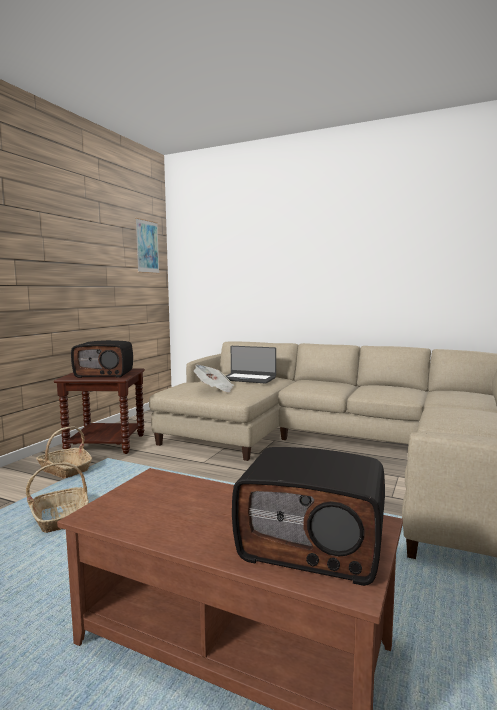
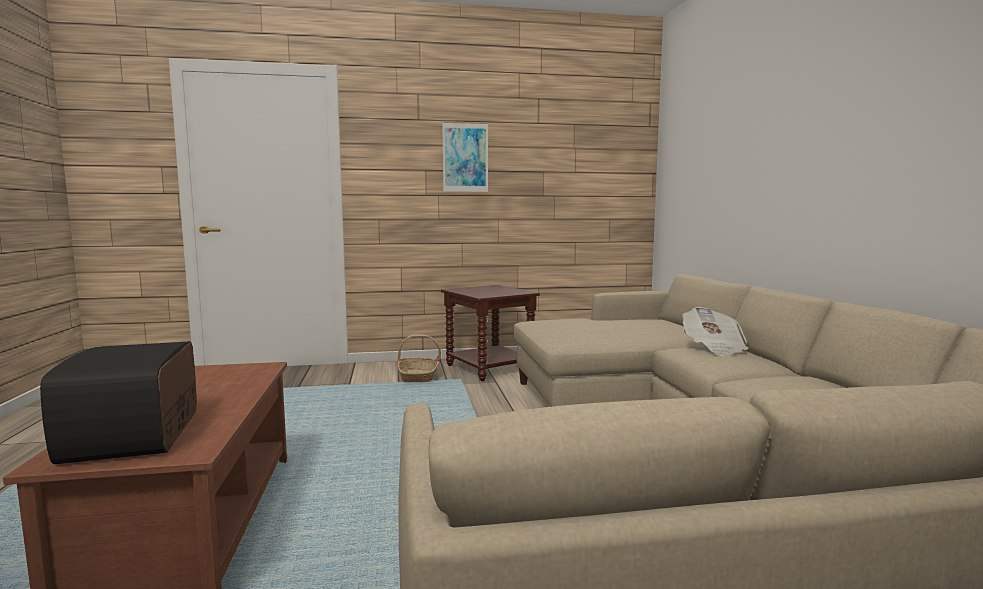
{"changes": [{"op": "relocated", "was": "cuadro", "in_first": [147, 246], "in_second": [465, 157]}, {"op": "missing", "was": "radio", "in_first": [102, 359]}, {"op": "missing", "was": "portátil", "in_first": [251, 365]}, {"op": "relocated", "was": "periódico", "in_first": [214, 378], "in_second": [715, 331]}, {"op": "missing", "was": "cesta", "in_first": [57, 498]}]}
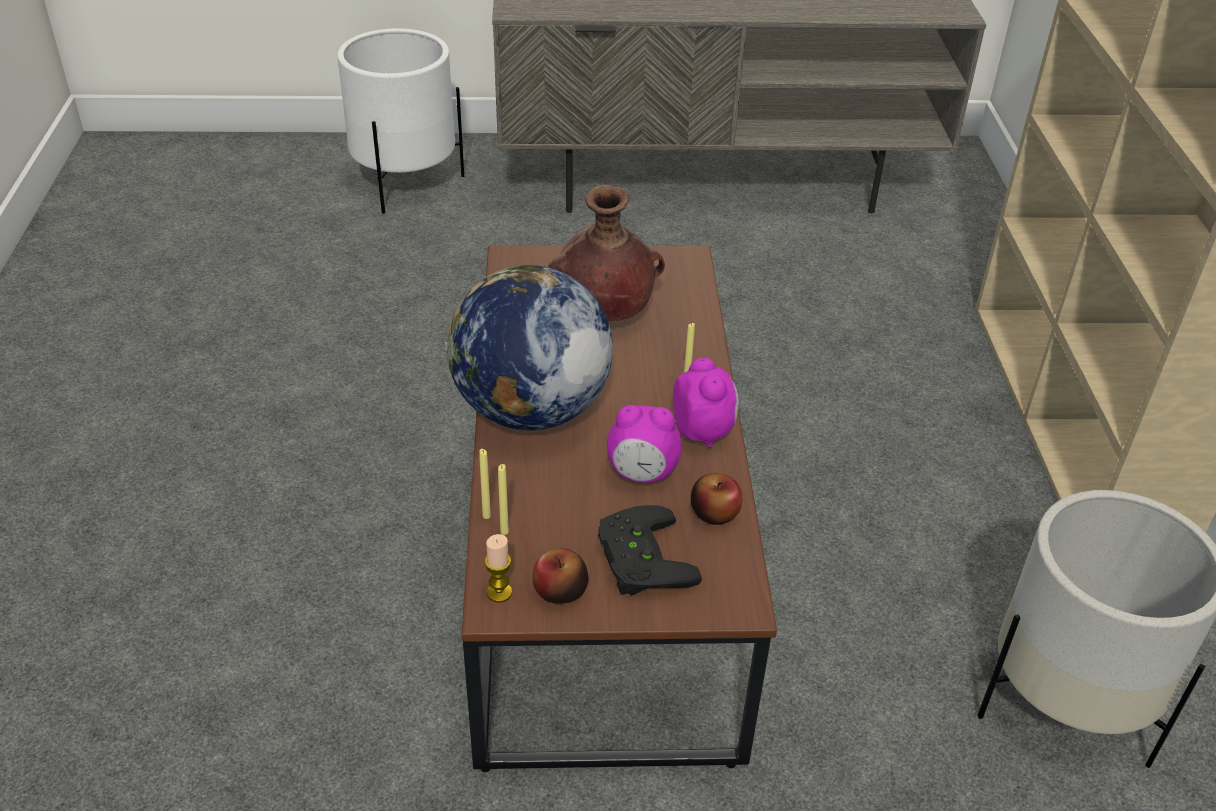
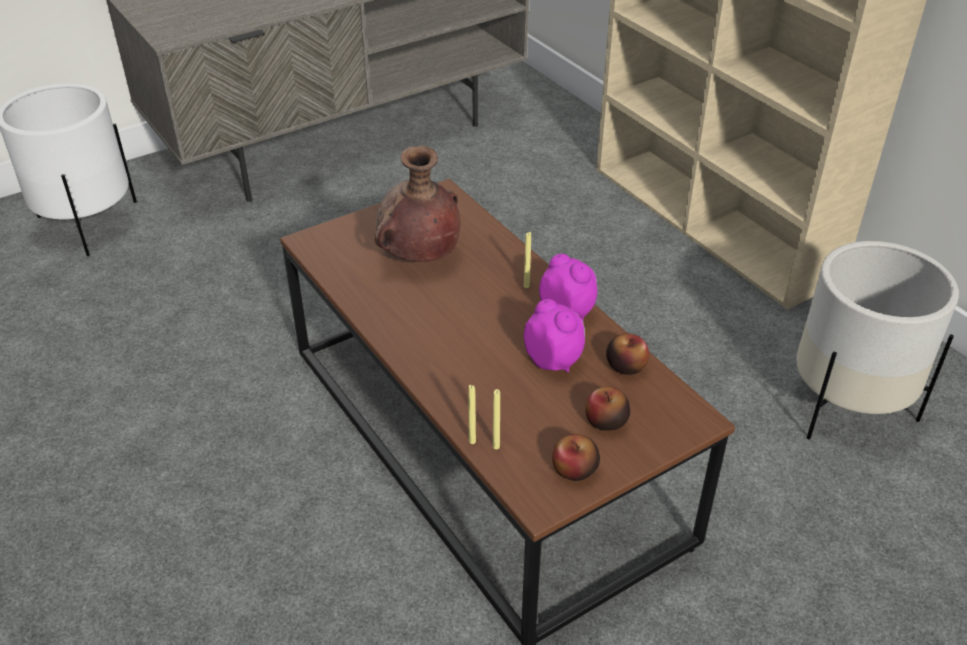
{"changes": [{"op": "missing", "was": "globo terráqueo", "in_first": [529, 347]}, {"op": "spun", "was": "despertador", "in_first": [644, 444], "in_second": [554, 336], "clockwise": -105}, {"op": "exchanged", "was": "mando de consola [negro]", "now": "manzana", "in_first": [650, 550], "in_second": [607, 409]}, {"op": "missing", "was": "vela", "in_first": [498, 568]}]}
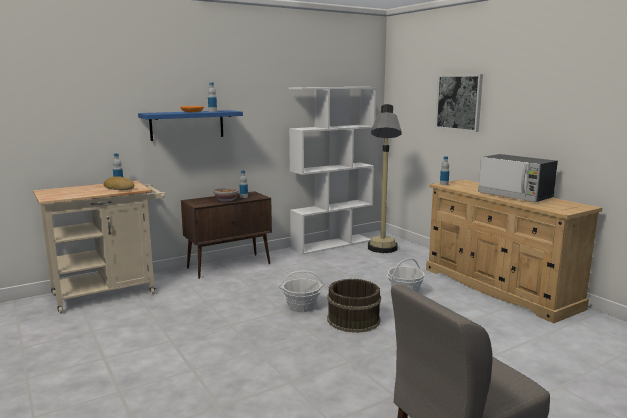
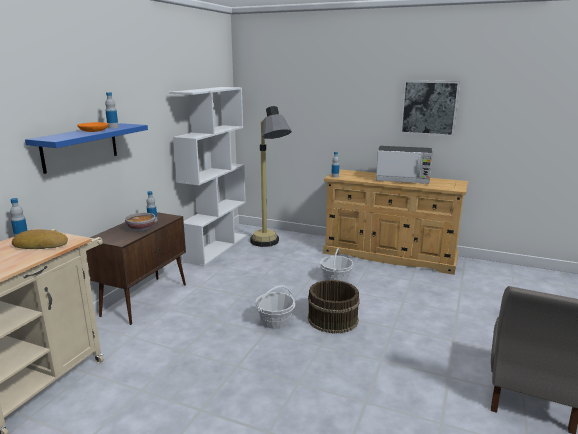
{"changes": [{"op": "relocated", "was": "cuadro", "in_first": [459, 103], "in_second": [430, 108]}]}
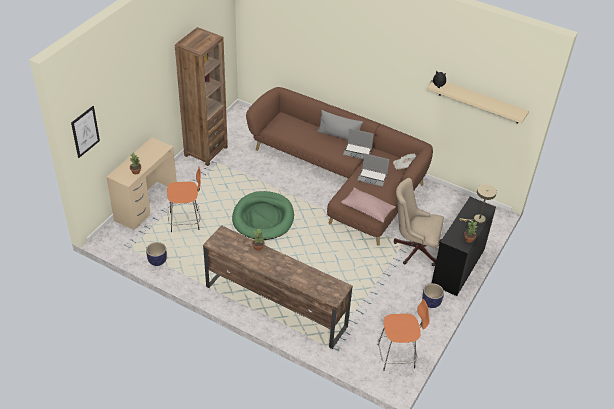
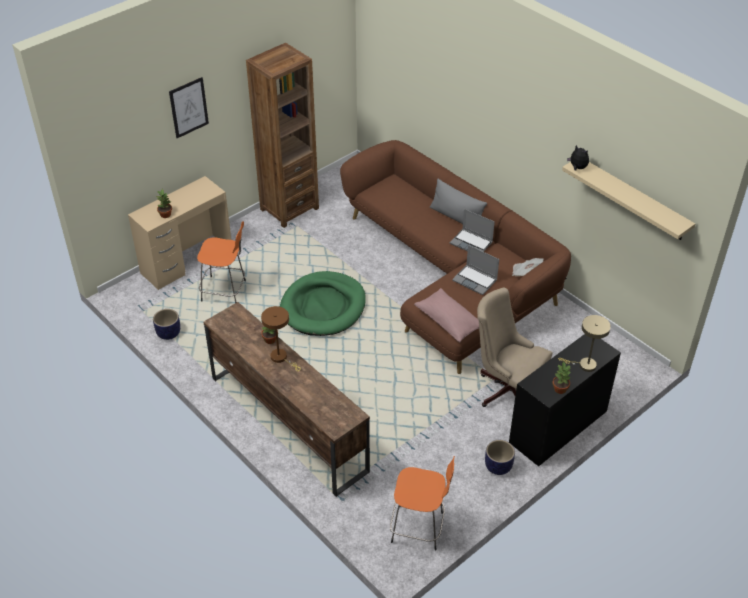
{"changes": [{"op": "relocated", "was": "cuadro", "in_first": [85, 132], "in_second": [189, 107]}, {"op": "appeared", "now": "lámpara de mesa [marrón]", "in_second": [281, 338]}]}
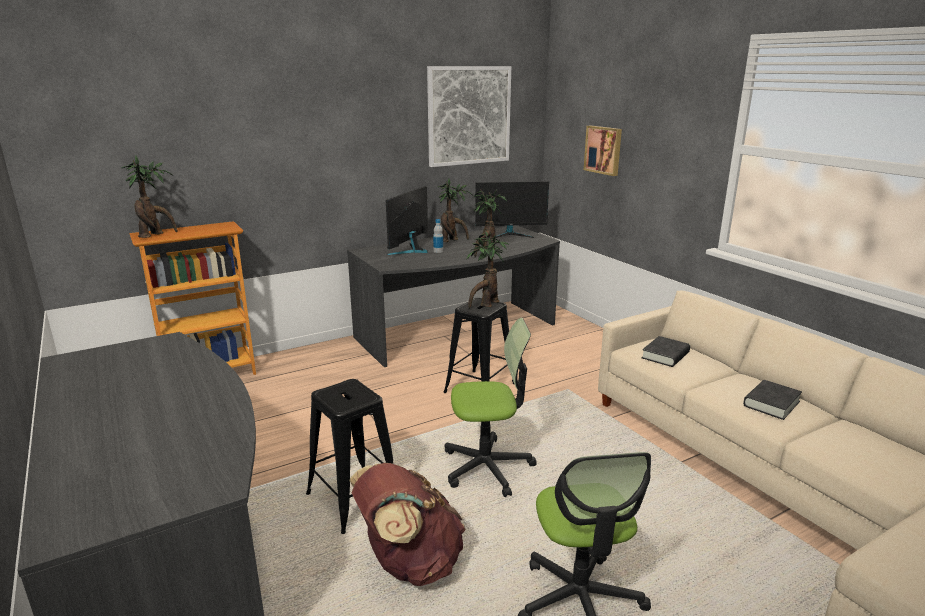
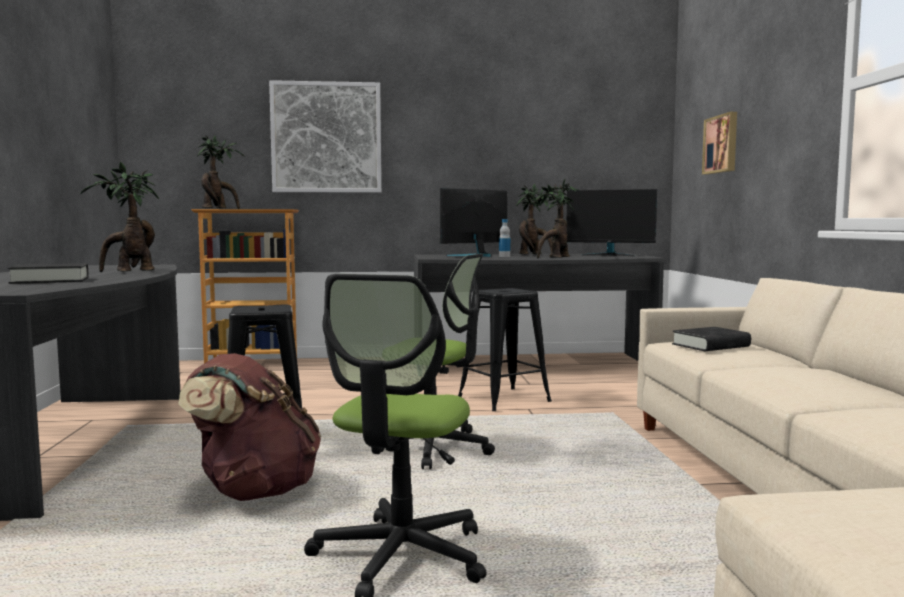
{"changes": [{"op": "relocated", "was": "cuadro", "in_first": [469, 116], "in_second": [325, 136]}, {"op": "relocated", "was": "planta en maceta", "in_first": [487, 269], "in_second": [119, 217]}, {"op": "relocated", "was": "libro [negro]", "in_first": [772, 400], "in_second": [48, 273]}]}
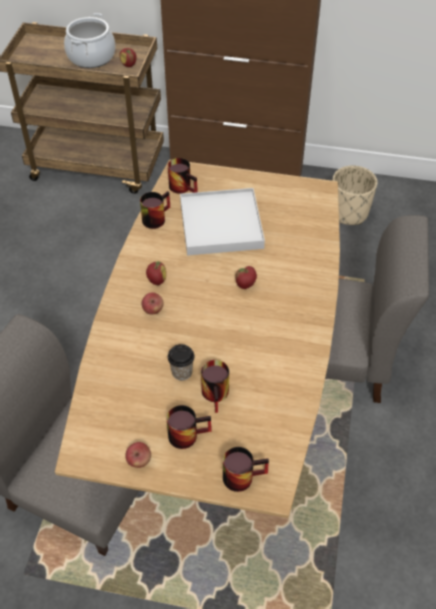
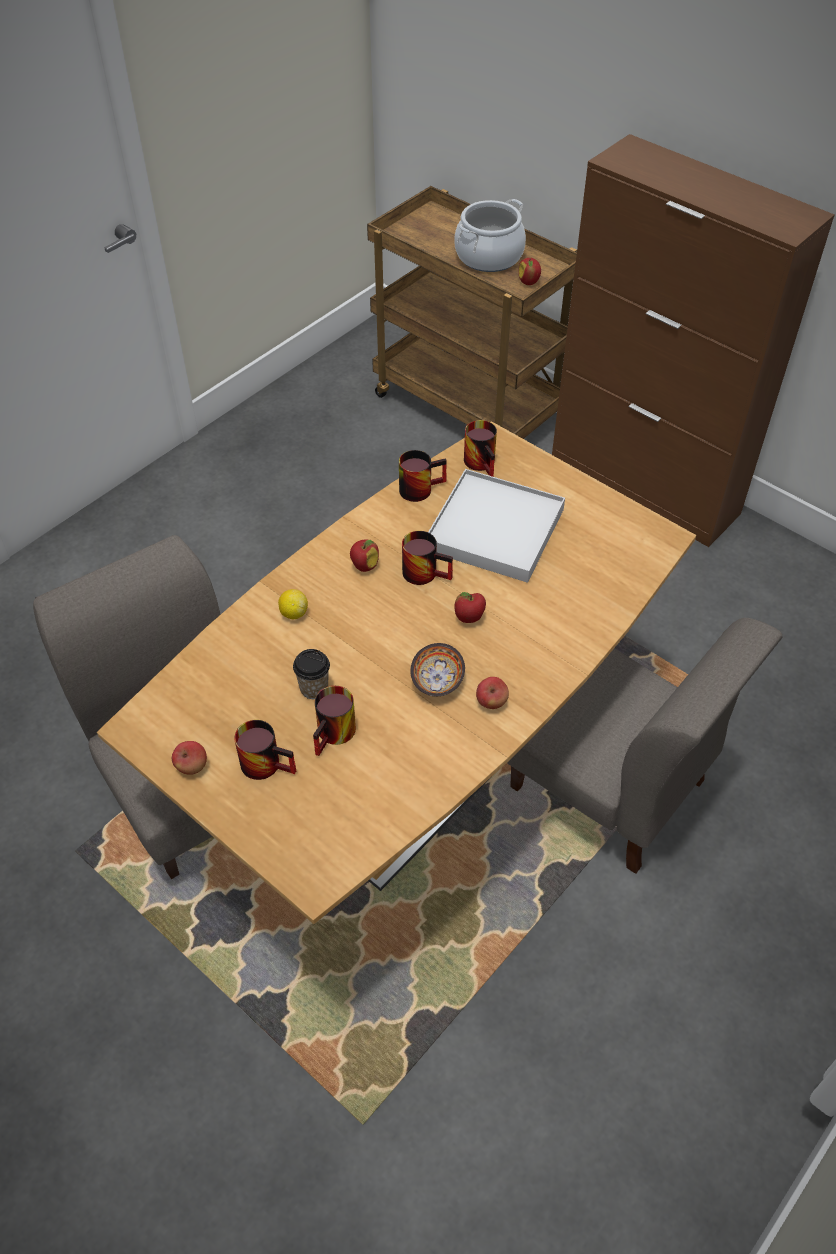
{"changes": [{"op": "missing", "was": "maceta [beis]", "in_first": [355, 195]}, {"op": "relocated", "was": "manzana", "in_first": [153, 303], "in_second": [492, 693]}, {"op": "relocated", "was": "taza grande", "in_first": [246, 469], "in_second": [427, 558]}, {"op": "appeared", "now": "limón", "in_second": [293, 604]}, {"op": "appeared", "now": "cuenco", "in_second": [437, 669]}]}
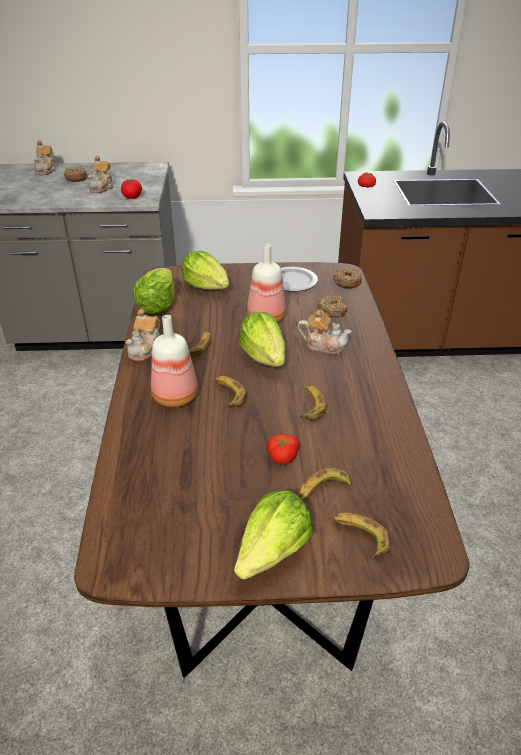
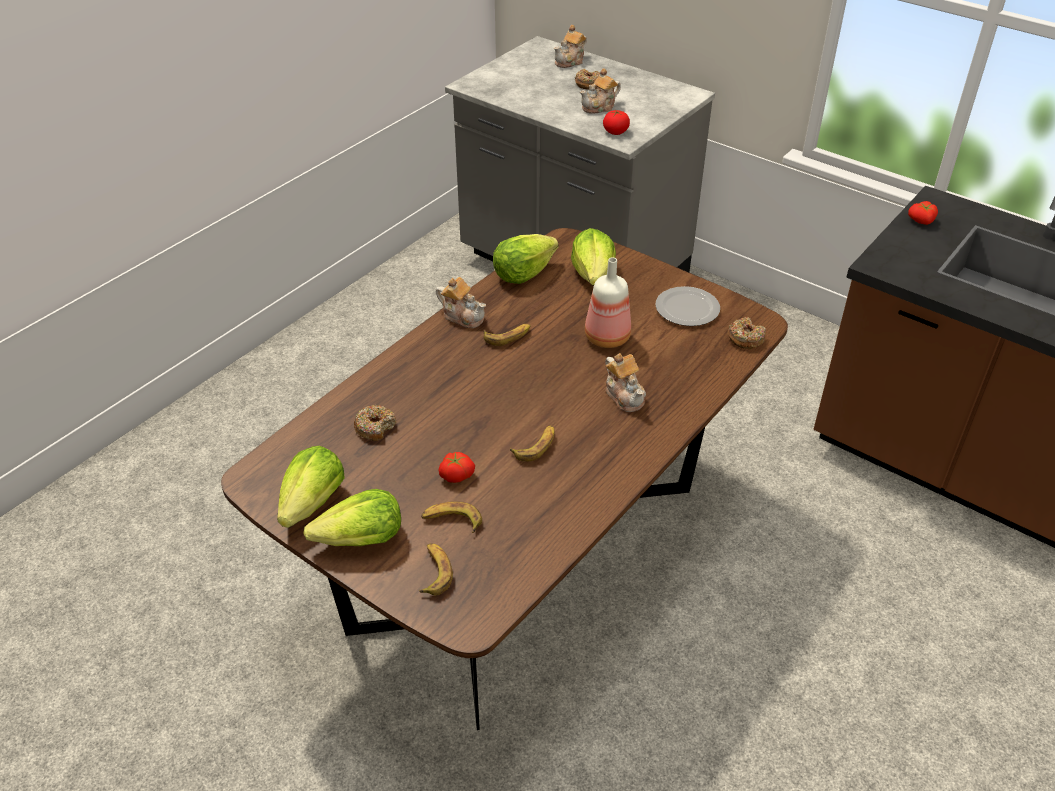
{"changes": [{"op": "relocated", "was": "rosquilla", "in_first": [332, 306], "in_second": [375, 423]}, {"op": "spun", "was": "tetera", "in_first": [142, 335], "in_second": [461, 302], "clockwise": -120}, {"op": "relocated", "was": "lechuga", "in_first": [262, 339], "in_second": [311, 487]}, {"op": "missing", "was": "botella", "in_first": [174, 361]}, {"op": "missing", "was": "plátano", "in_first": [231, 391]}]}
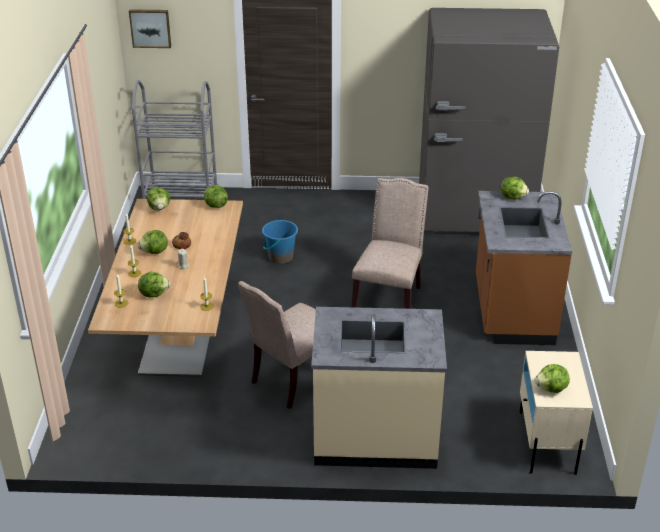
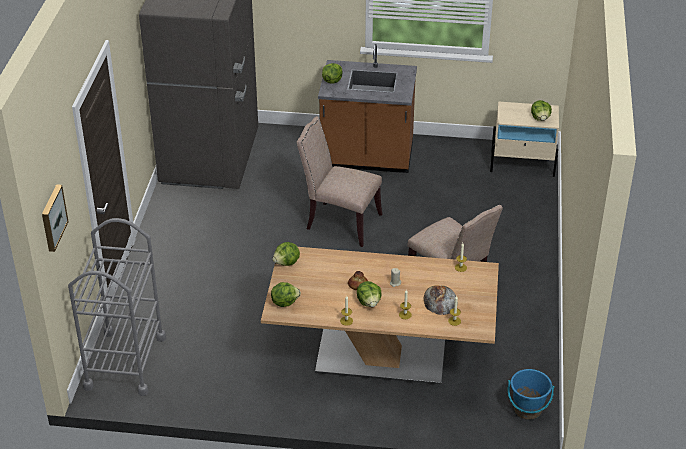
{"changes": [{"op": "relocated", "was": "cubo [azul]", "in_first": [280, 242], "in_second": [531, 394]}, {"op": "exchanged", "was": "lechuga", "now": "pan", "in_first": [154, 285], "in_second": [440, 300]}, {"op": "missing", "was": "mueble bajo de cocina [beis]", "in_first": [379, 388]}]}
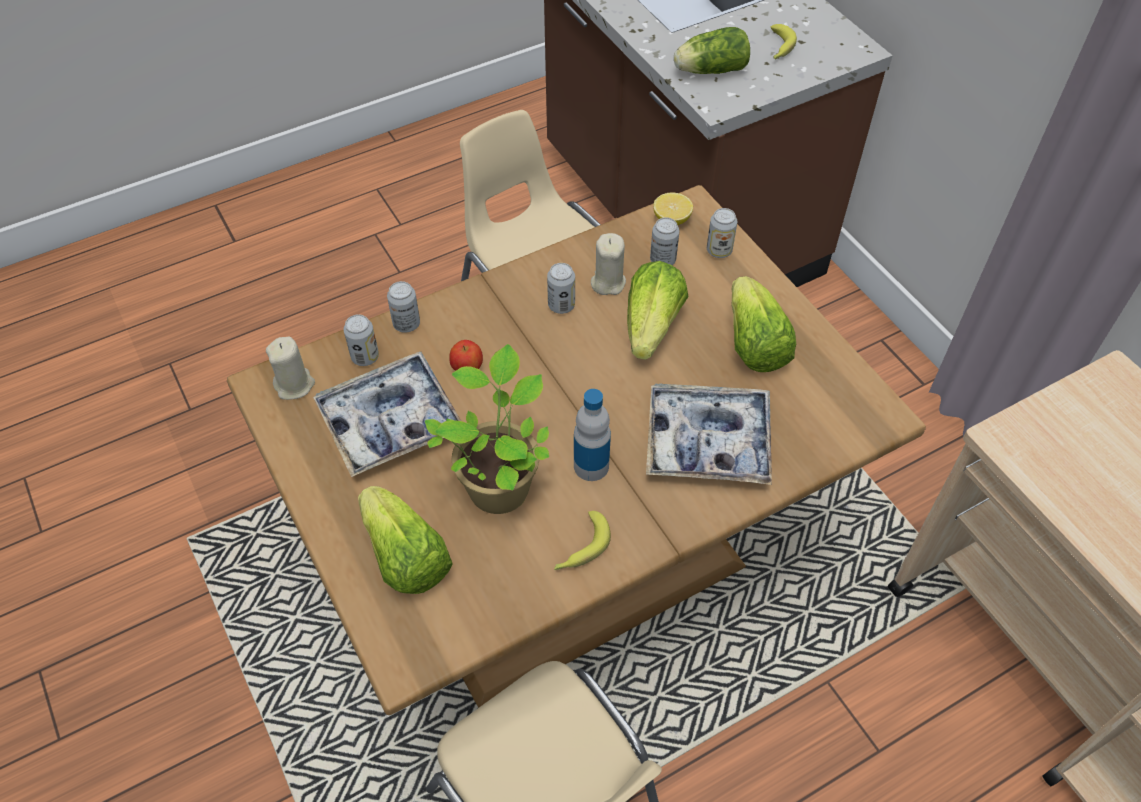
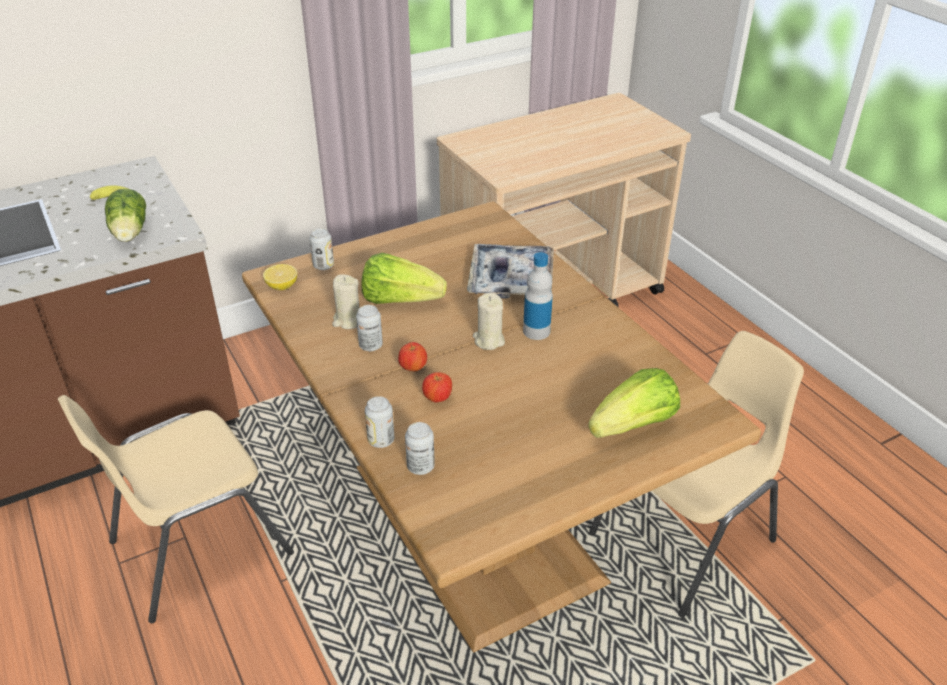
{"changes": [{"op": "missing", "was": "lata", "in_first": [664, 241]}, {"op": "missing", "was": "lechuga", "in_first": [764, 324]}, {"op": "relocated", "was": "vela [beis]", "in_first": [290, 368], "in_second": [489, 321]}, {"op": "missing", "was": "planta en maceta", "in_first": [487, 429]}, {"op": "missing", "was": "bandeja", "in_first": [387, 414]}, {"op": "missing", "was": "plátano", "in_first": [582, 540]}, {"op": "appeared", "now": "manzana", "in_second": [412, 356]}]}
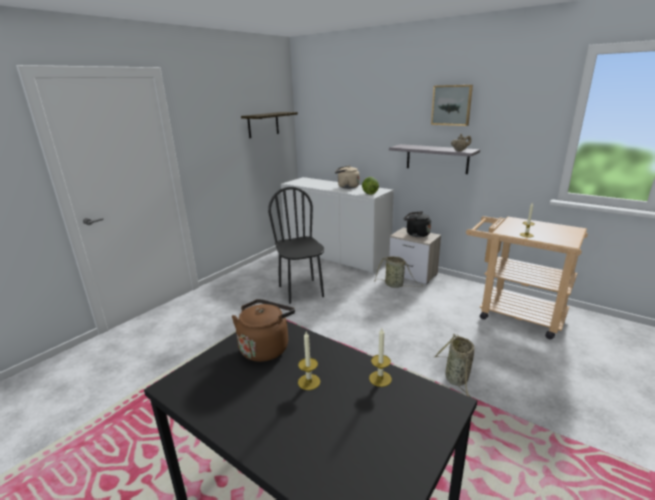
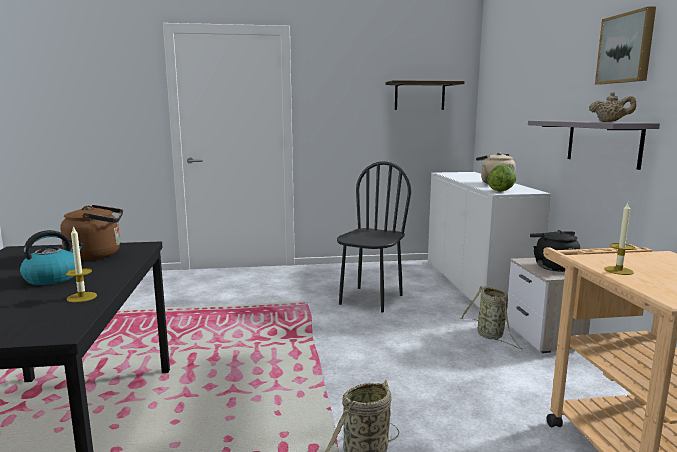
{"changes": [{"op": "exchanged", "was": "vela", "now": "hervidor", "in_first": [309, 361], "in_second": [51, 257]}]}
